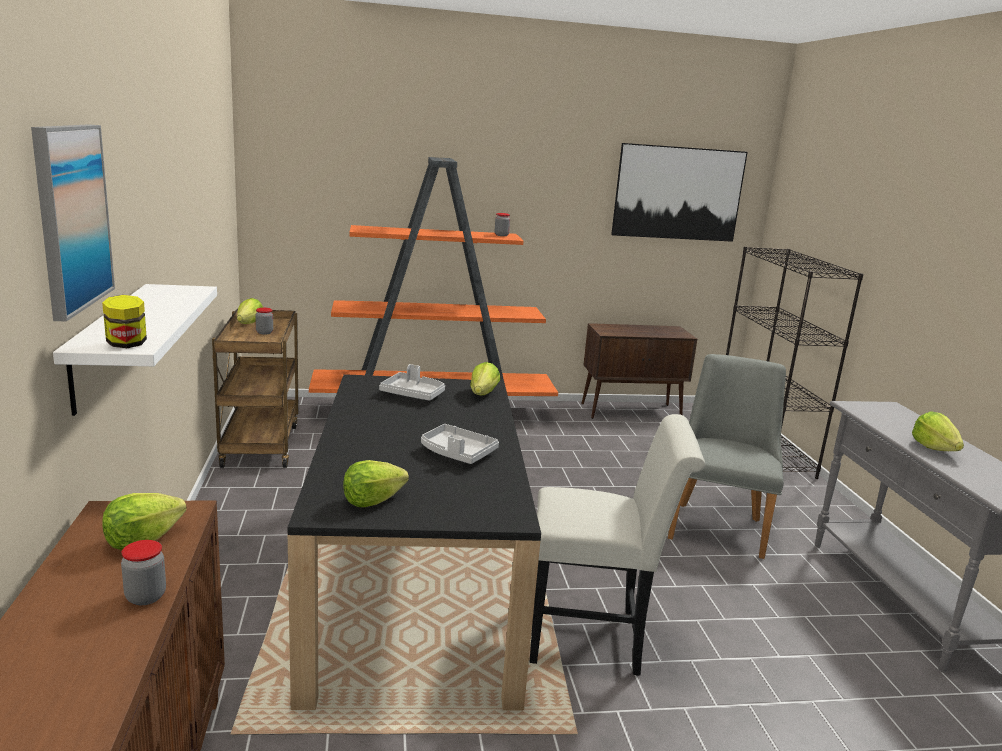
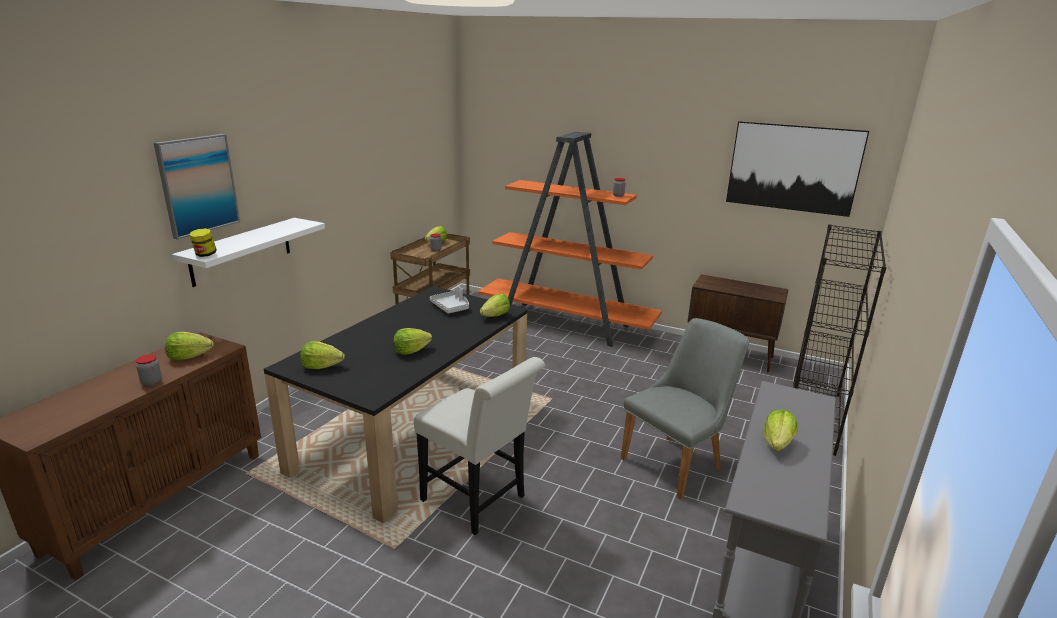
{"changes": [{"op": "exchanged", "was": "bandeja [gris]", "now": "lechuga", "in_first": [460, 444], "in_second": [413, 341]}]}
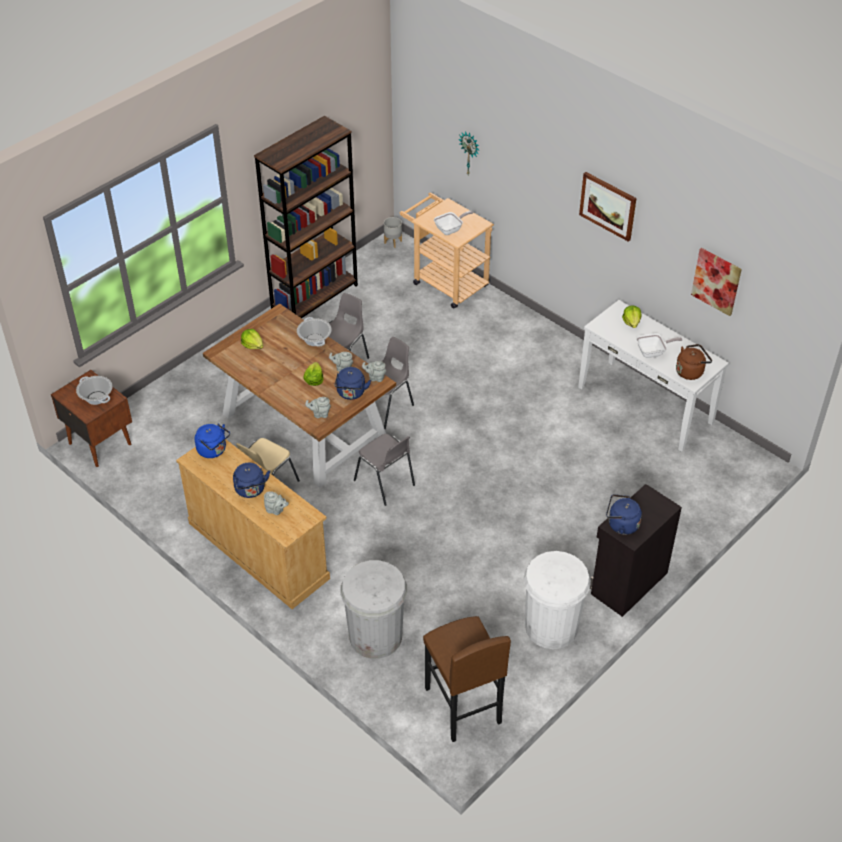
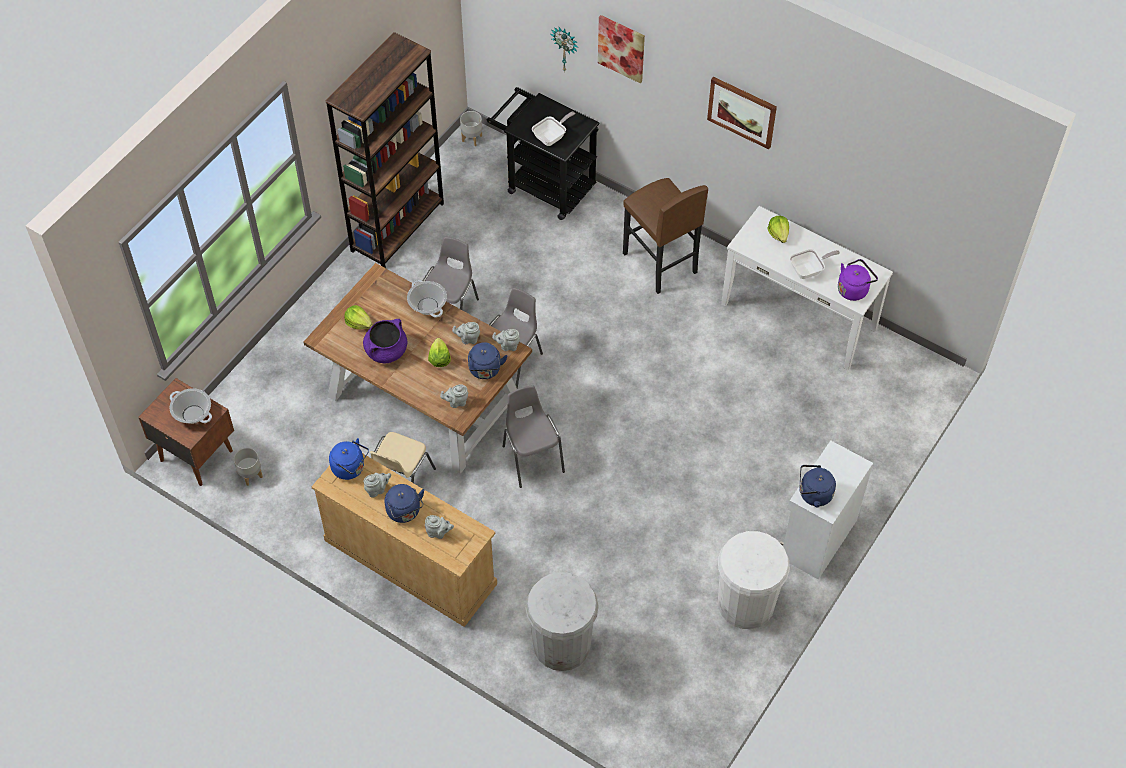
{"changes": [{"op": "colour", "was": "carrito [beis]", "now": "carrito [negro]", "in_first": [447, 251], "in_second": [543, 153]}, {"op": "relocated", "was": "cuadro", "in_first": [716, 282], "in_second": [621, 49]}, {"op": "colour", "was": "hervidor [marrón]", "now": "hervidor [morado]", "in_first": [694, 362], "in_second": [858, 280]}, {"op": "spun", "was": "silla [gris]", "in_first": [384, 470], "in_second": [533, 436], "clockwise": -150}, {"op": "colour", "was": "armario [negro]", "now": "armario [blanco]", "in_first": [636, 550], "in_second": [826, 510]}, {"op": "relocated", "was": "taburete [marrón]", "in_first": [467, 679], "in_second": [665, 236]}, {"op": "appeared", "now": "olla [morado]", "in_second": [385, 341]}, {"op": "appeared", "now": "maceta [gris]", "in_second": [248, 467]}, {"op": "appeared", "now": "tetera [gris]", "in_second": [377, 485]}]}
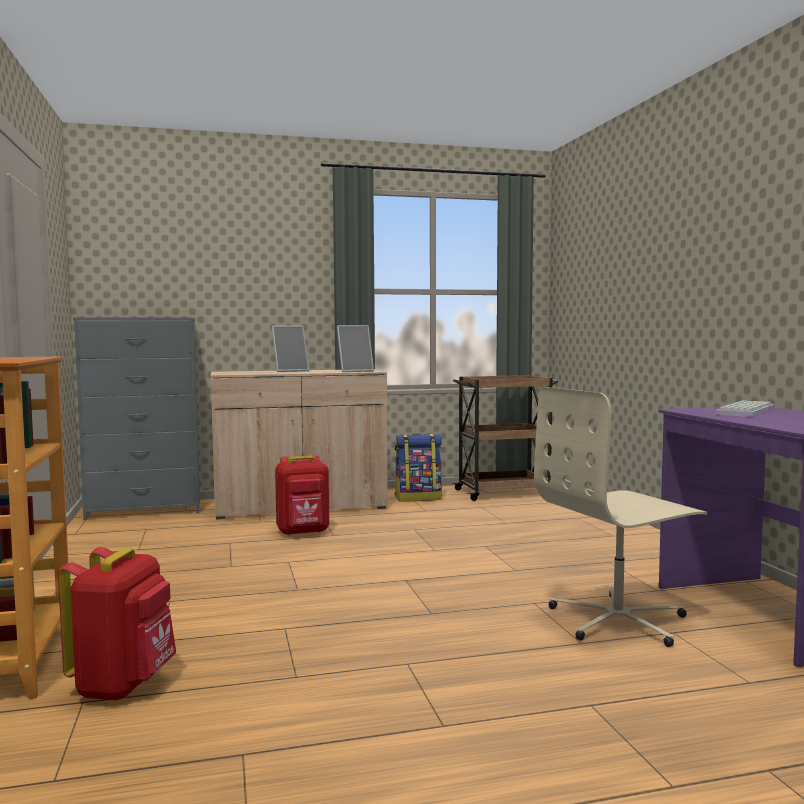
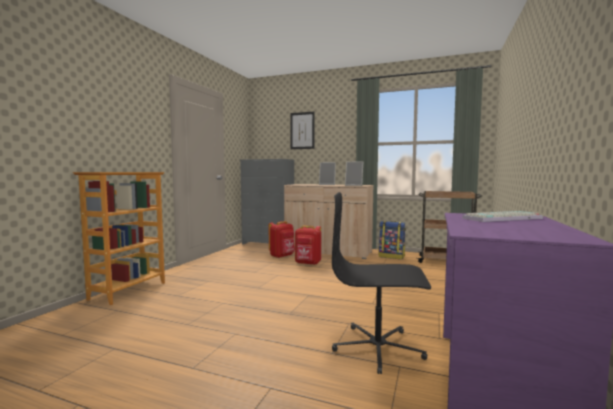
{"changes": [{"op": "colour", "was": "silla de oficina [beis]", "now": "silla de oficina [negro]", "in_first": [620, 517], "in_second": [381, 283]}, {"op": "relocated", "was": "mochila [rojo]", "in_first": [117, 624], "in_second": [282, 239]}, {"op": "appeared", "now": "cuadro", "in_second": [302, 130]}]}
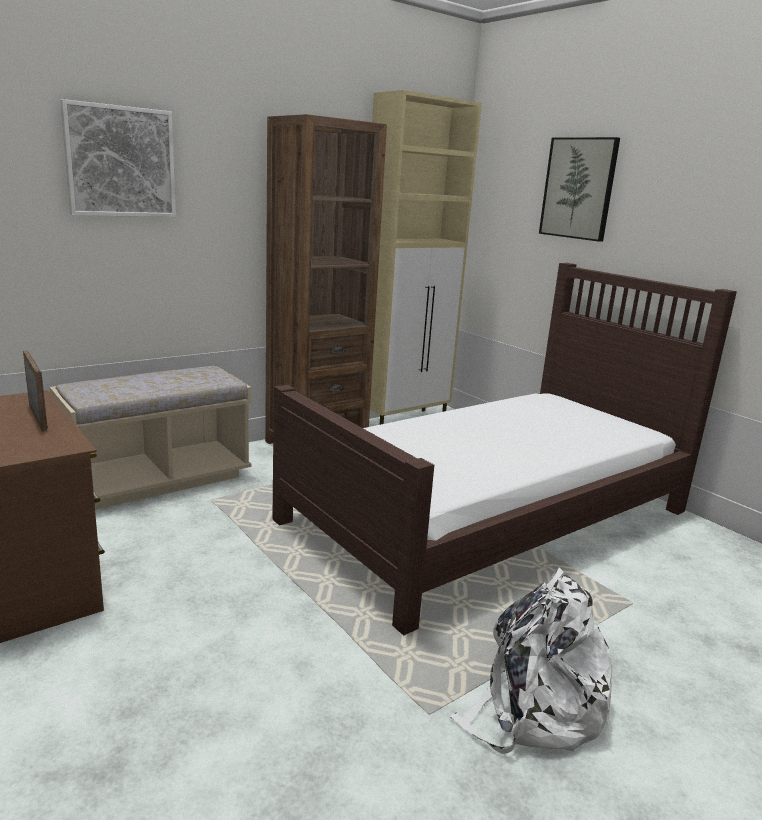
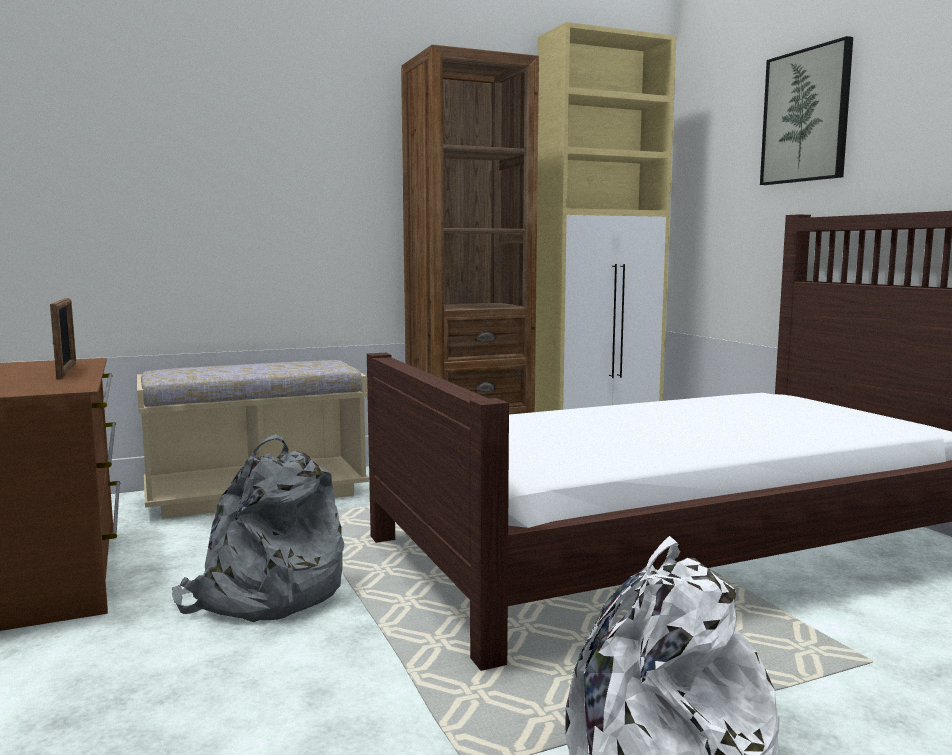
{"changes": [{"op": "missing", "was": "cuadro", "in_first": [118, 158]}, {"op": "appeared", "now": "mochila [gris]", "in_second": [258, 528]}]}
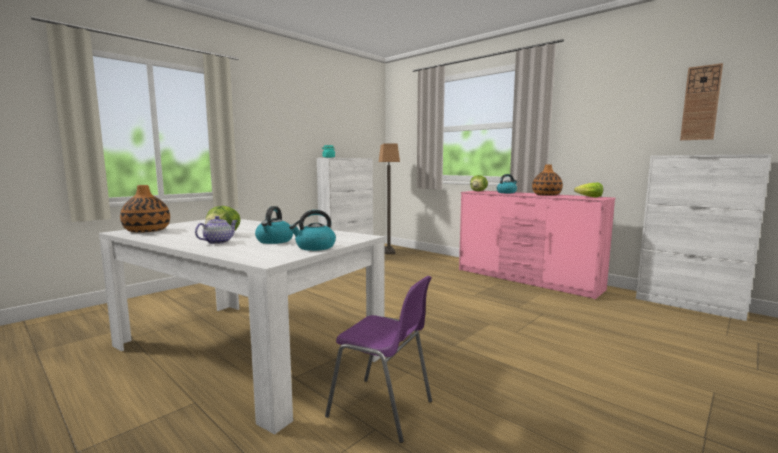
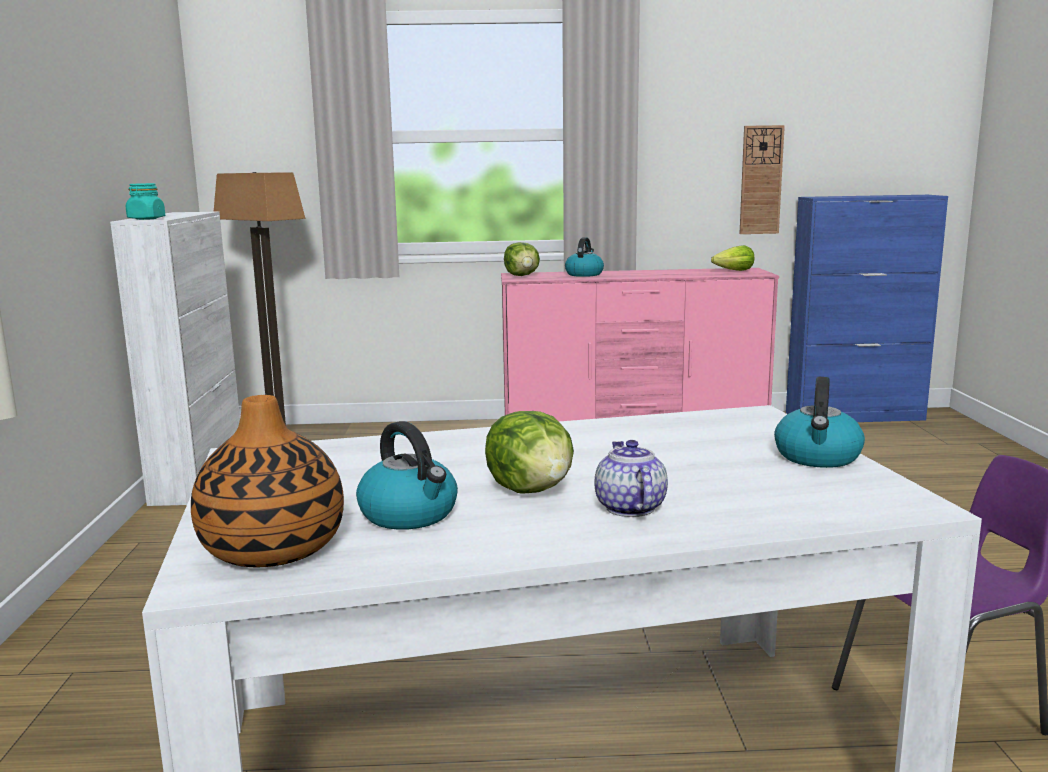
{"changes": [{"op": "relocated", "was": "reloj de pared", "in_first": [701, 101], "in_second": [762, 179]}, {"op": "colour", "was": "armario [blanco]", "now": "armario [azul]", "in_first": [704, 237], "in_second": [867, 308]}, {"op": "missing", "was": "florero", "in_first": [547, 180]}, {"op": "relocated", "was": "hervidor", "in_first": [274, 225], "in_second": [407, 475]}]}
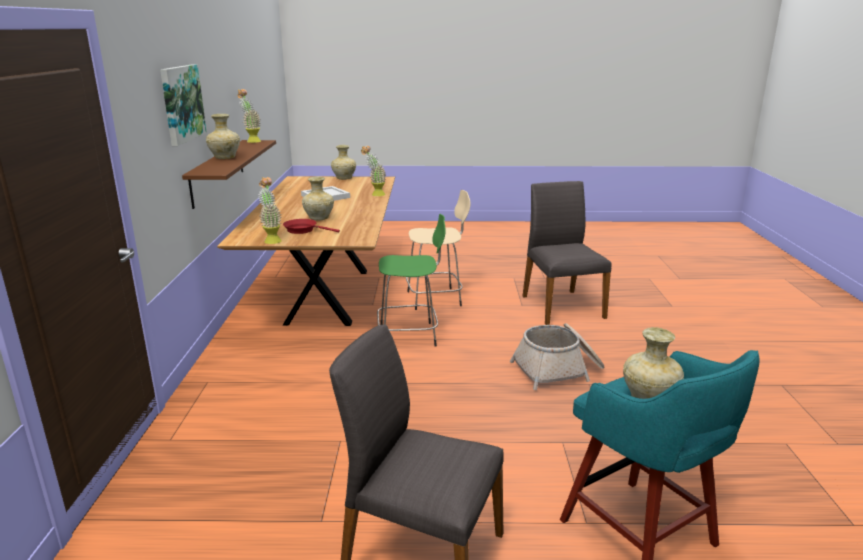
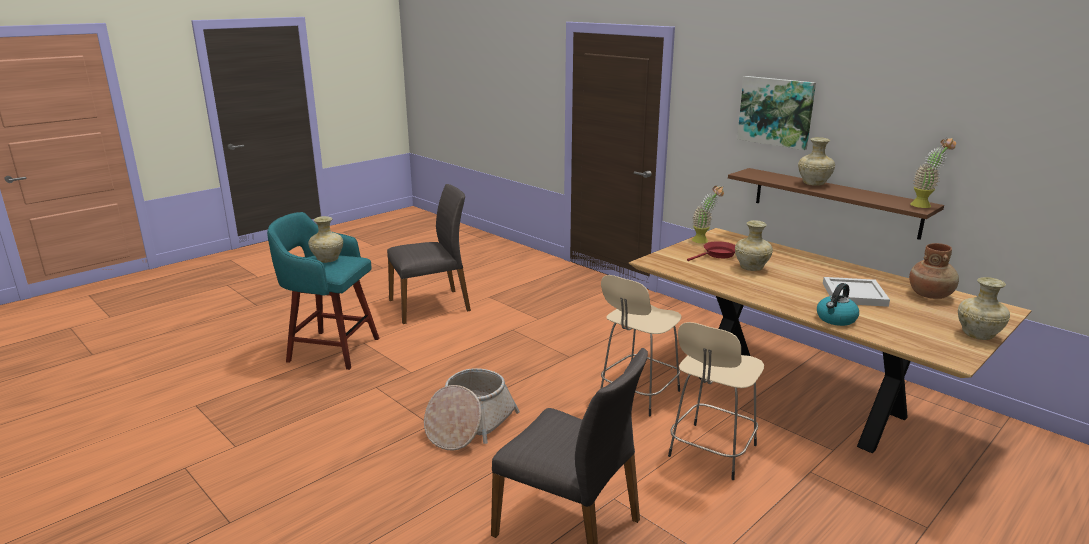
{"changes": [{"op": "exchanged", "was": "planta en maceta", "now": "hervidor", "in_first": [373, 171], "in_second": [838, 304]}, {"op": "colour", "was": "taburete [verde]", "now": "taburete [beis]", "in_first": [411, 280], "in_second": [641, 345]}, {"op": "appeared", "now": "florero [marrón]", "in_second": [934, 271]}]}
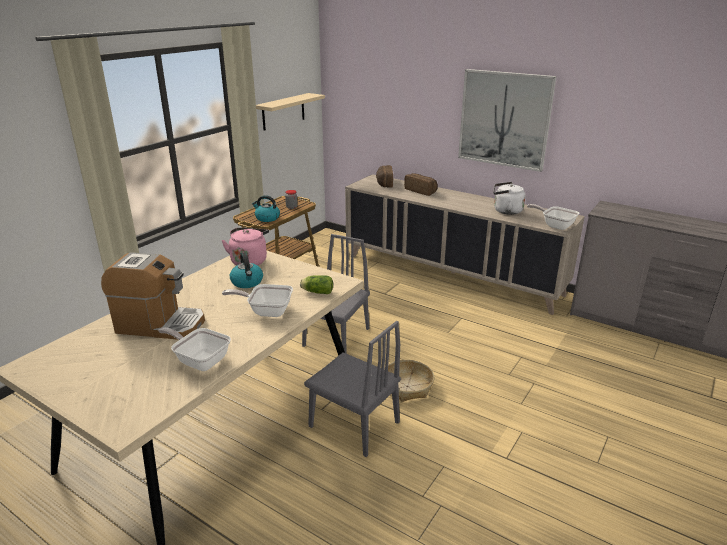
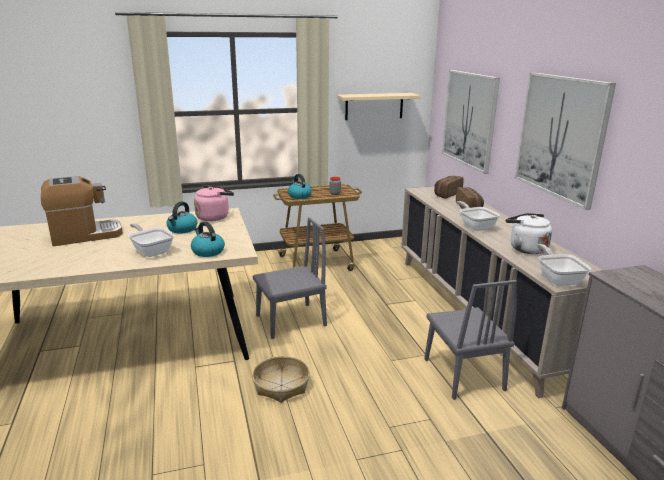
{"changes": [{"op": "spun", "was": "cafetera", "in_first": [153, 296], "in_second": [82, 211], "clockwise": -75}, {"op": "exchanged", "was": "lechuga", "now": "hervidor", "in_first": [316, 284], "in_second": [208, 239]}, {"op": "relocated", "was": "silla [gris]", "in_first": [352, 389], "in_second": [470, 340]}, {"op": "relocated", "was": "sartén", "in_first": [194, 349], "in_second": [478, 216]}, {"op": "appeared", "now": "cuadro", "in_second": [471, 122]}]}
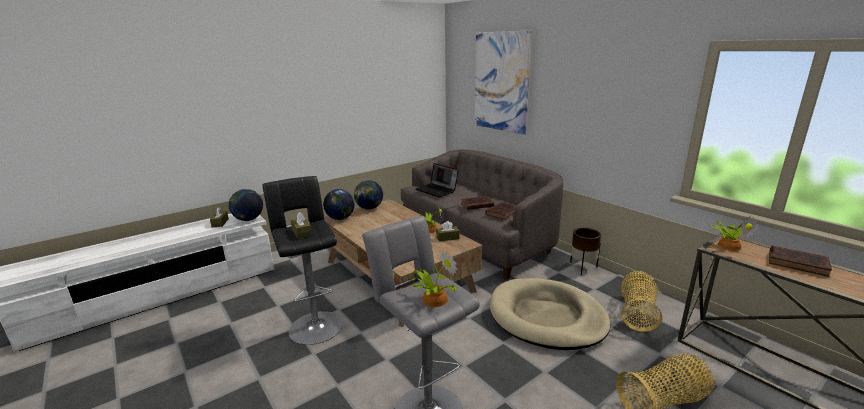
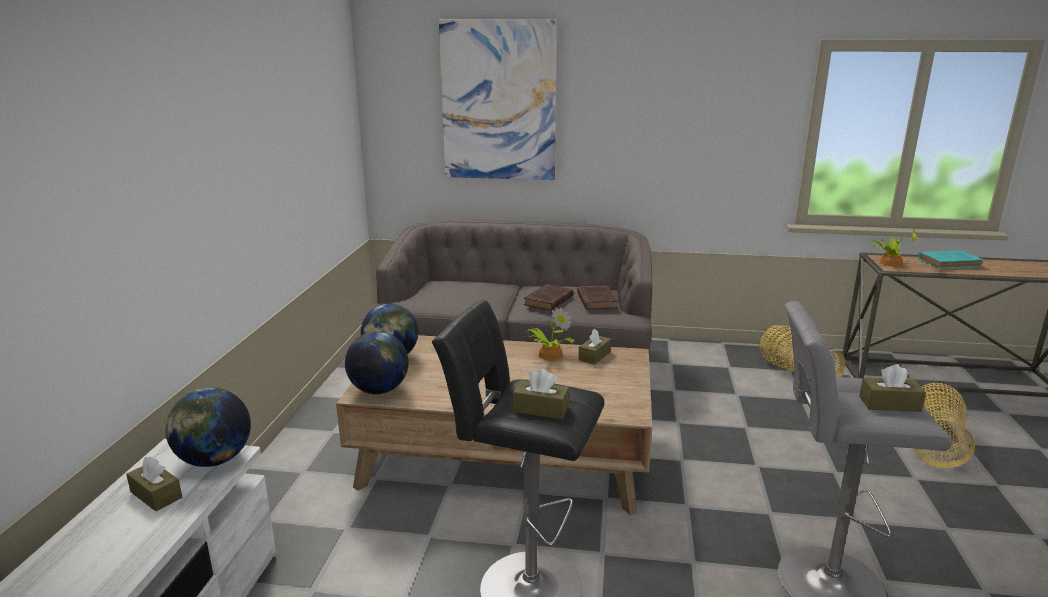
{"changes": [{"op": "missing", "was": "portátil", "in_first": [437, 180]}, {"op": "missing", "was": "maceta [marrón]", "in_first": [585, 251]}, {"op": "colour", "was": "libro [marrón]", "now": "libro [turquesa]", "in_first": [800, 261], "in_second": [950, 259]}, {"op": "exchanged", "was": "planta en maceta", "now": "caja de pañuelos [marrón]", "in_first": [434, 279], "in_second": [892, 388]}, {"op": "missing", "was": "cama para perro [beis]", "in_first": [550, 314]}]}
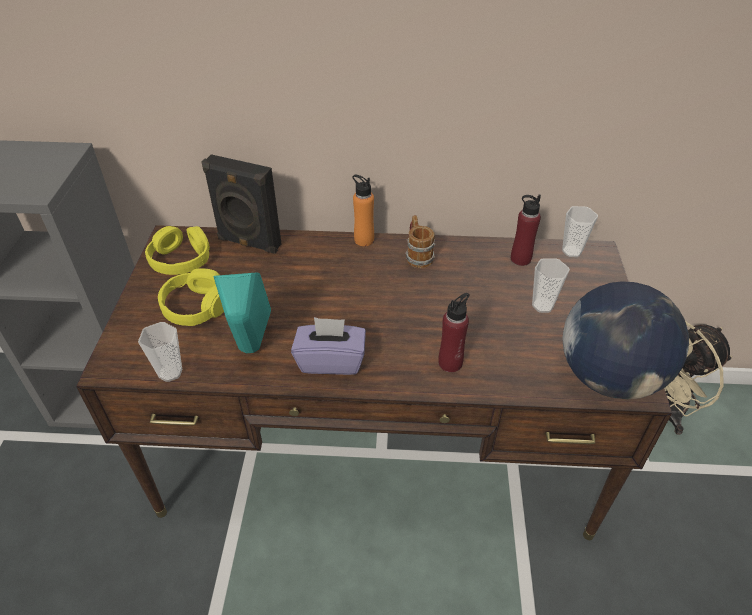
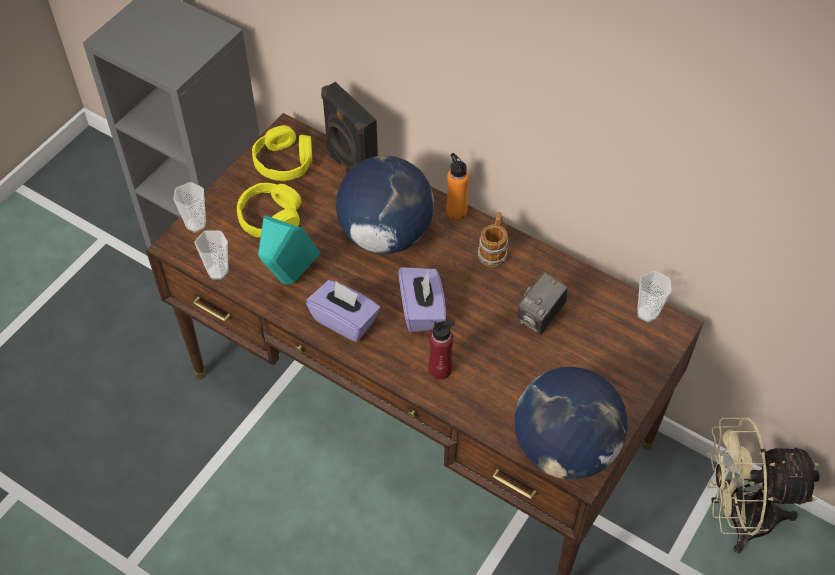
{"changes": [{"op": "missing", "was": "botella [rojo]", "in_first": [526, 230]}, {"op": "relocated", "was": "taza", "in_first": [551, 286], "in_second": [189, 207]}, {"op": "appeared", "now": "globo terráqueo", "in_second": [385, 204]}, {"op": "appeared", "now": "caja de pañuelos [morado]", "in_second": [422, 299]}, {"op": "appeared", "now": "cámara", "in_second": [543, 303]}]}
